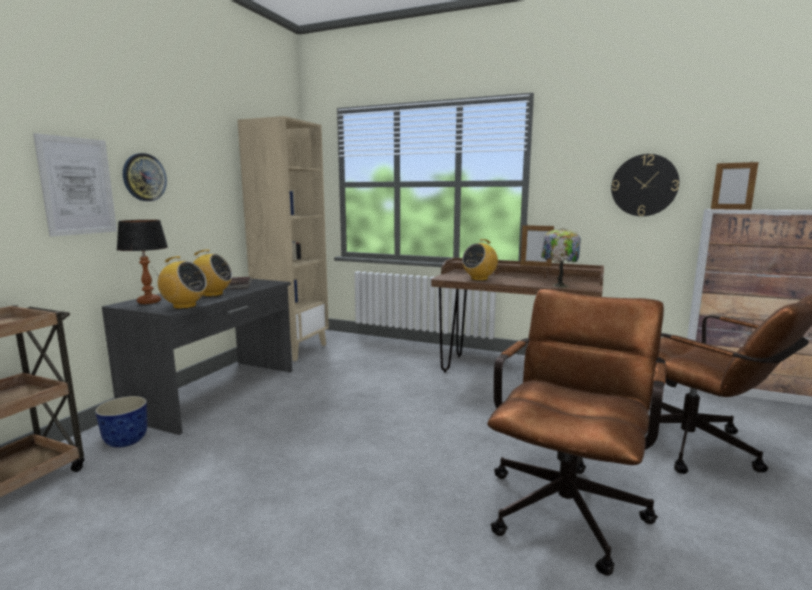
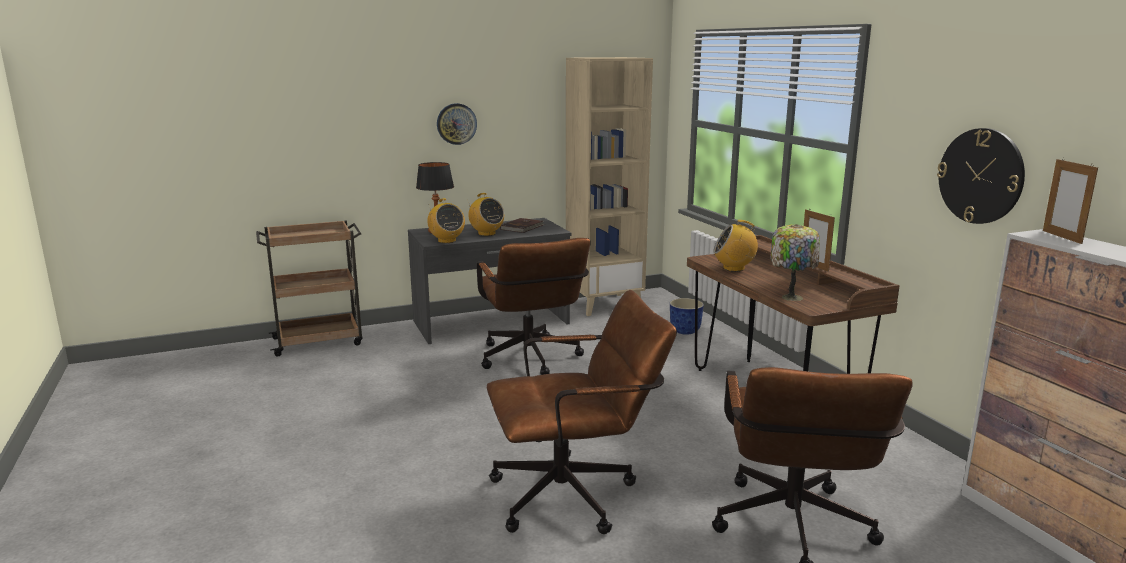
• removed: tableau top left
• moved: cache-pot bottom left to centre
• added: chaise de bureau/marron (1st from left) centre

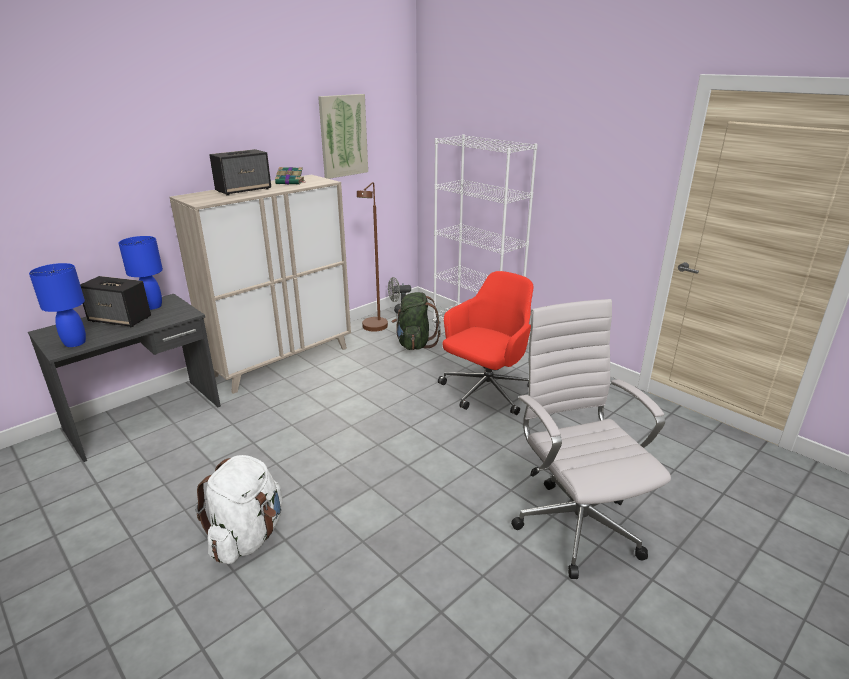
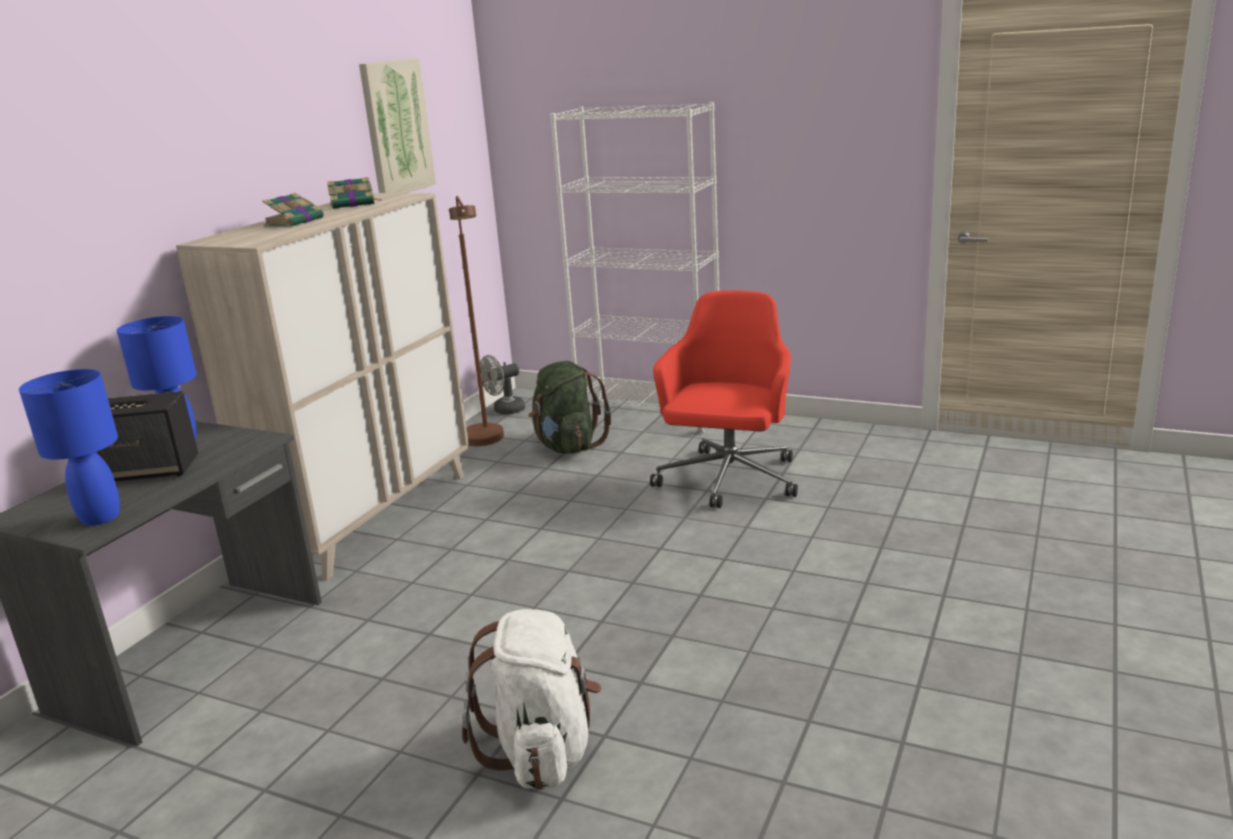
• replaced: enceinte (2nd from left) top left to livre (1st from left) top left
• removed: chaise de bureau/blanc middle right

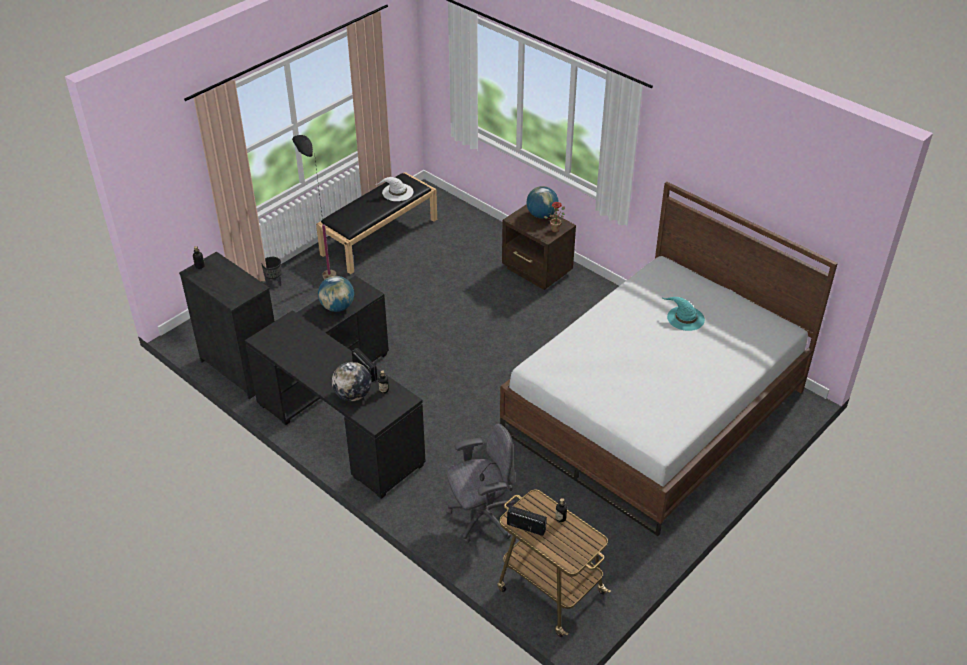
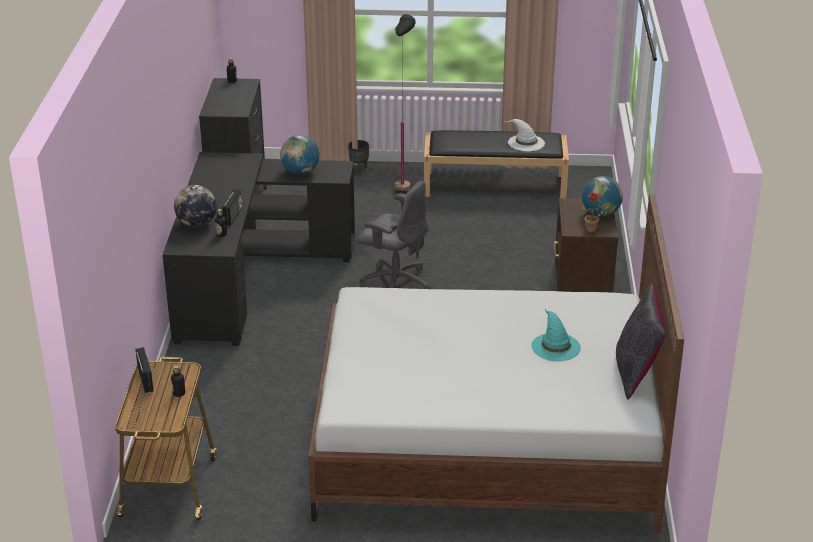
• moved: chaise de bureau/gris bottom centre to centre
• added: coussin/noir middle right

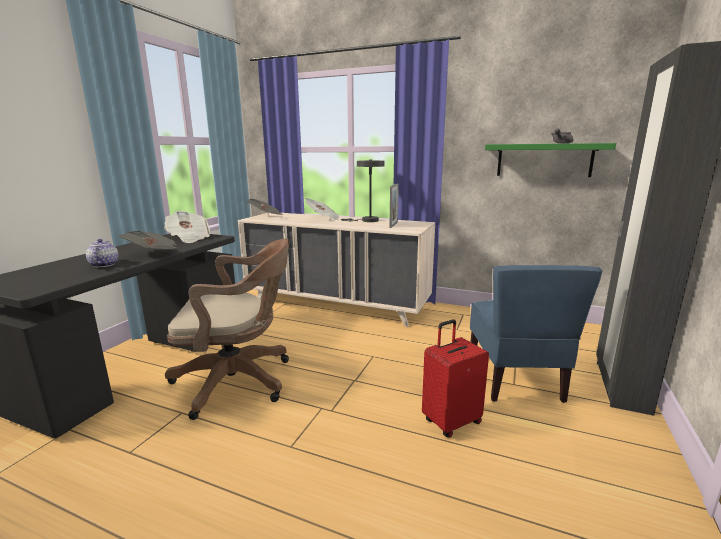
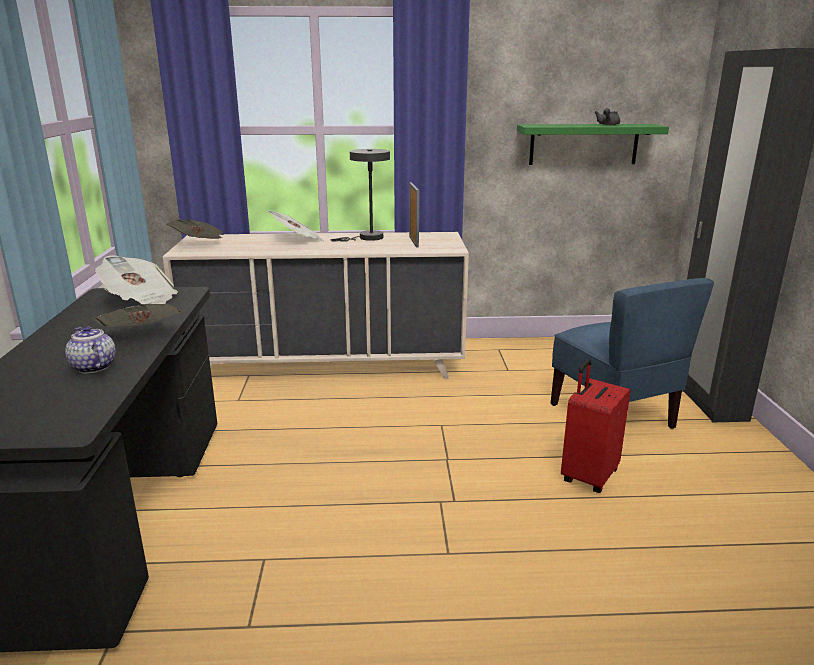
• removed: chaise de bureau/marron middle left

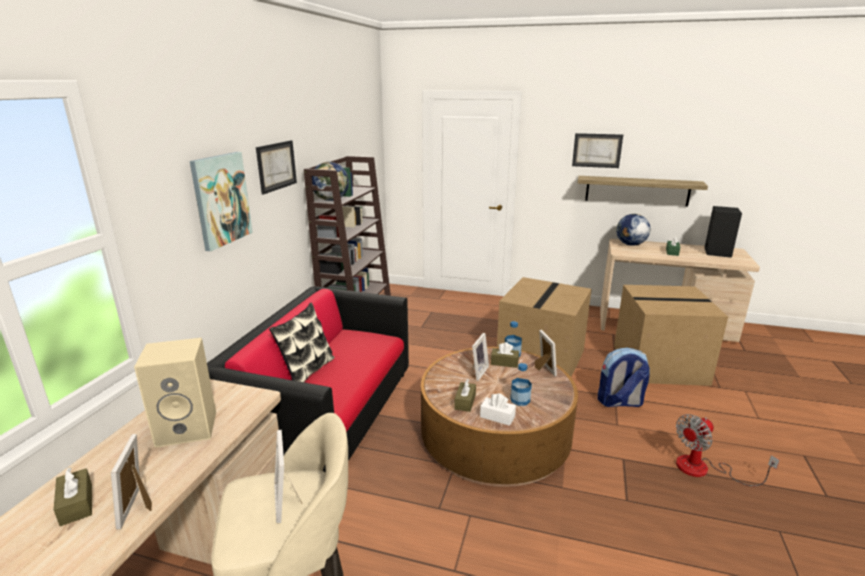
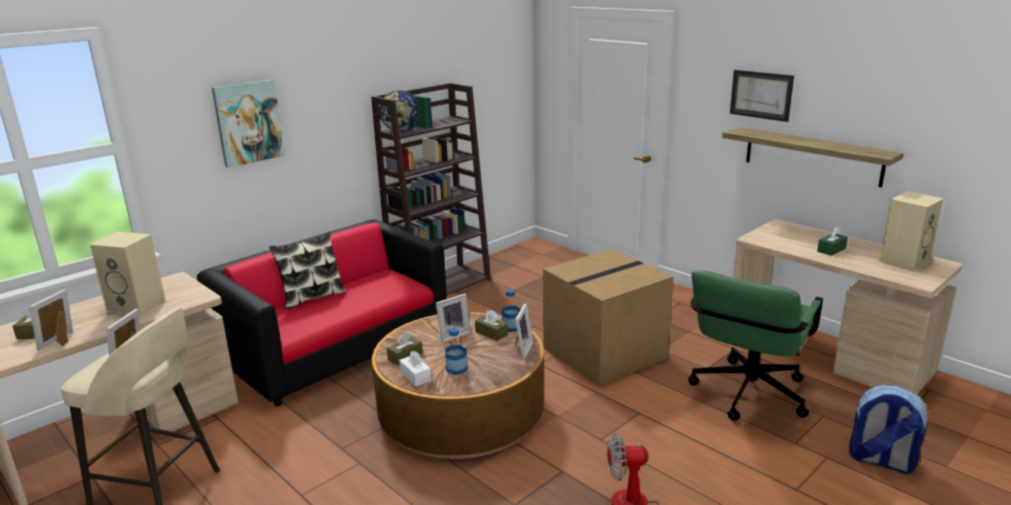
• removed: tableau (2nd from left) top left
• moved: sac à dos middle right to bottom right
• replaced: carton (2nd from left) middle right to chaise de bureau/vert bottom right
• removed: globe (2nd from left) middle right
• recoloured: enceinte/noir middle right to enceinte/beige (2nd from left) middle right

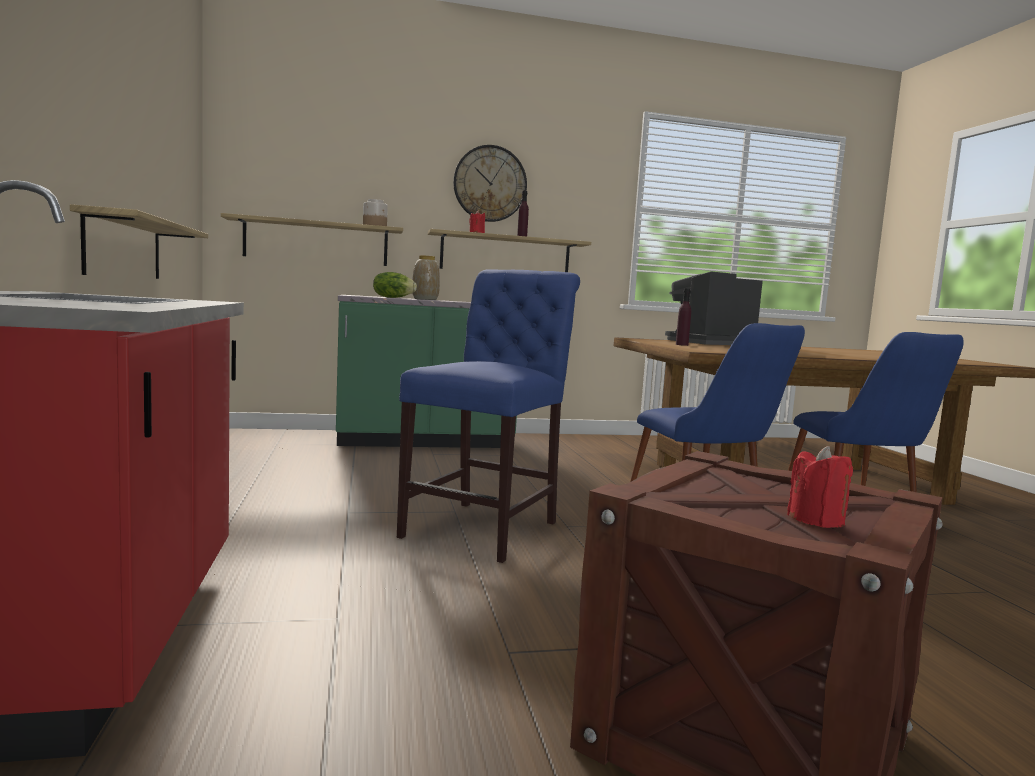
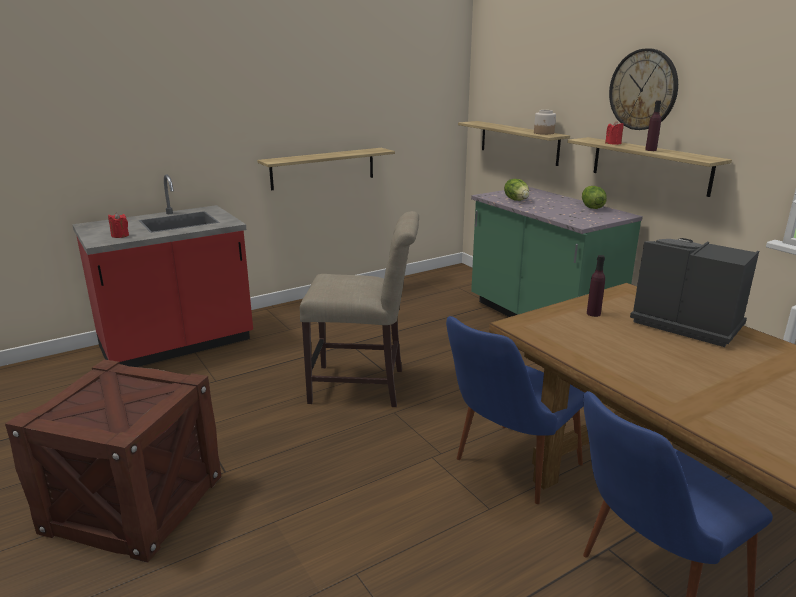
• recoloured: chaise/bleu (1st from left) centre to chaise/beige centre
• removed: vase centre
• moved: bougie/rouge (2nd from left in the first image) middle right to bougie/rouge (1st from left) middle left
• added: laitue (2nd from left) top right

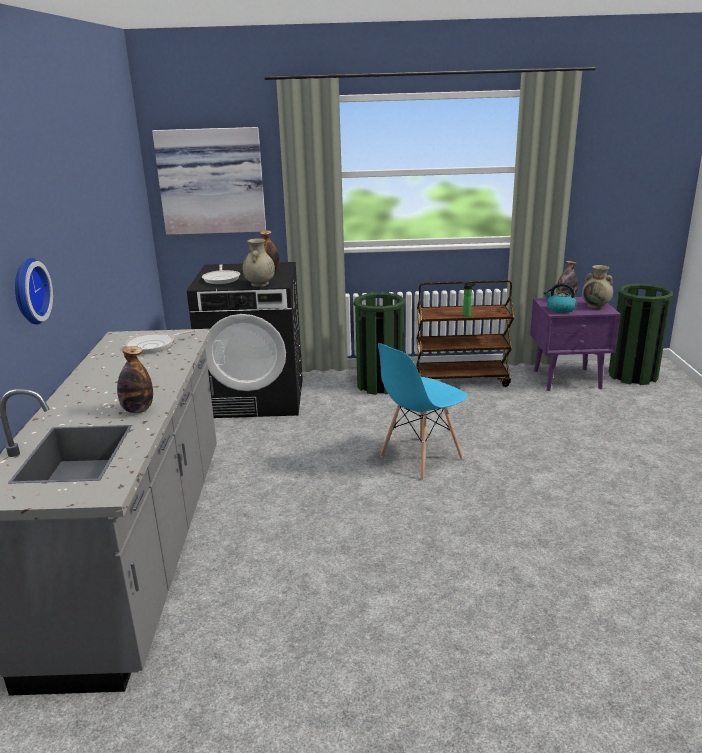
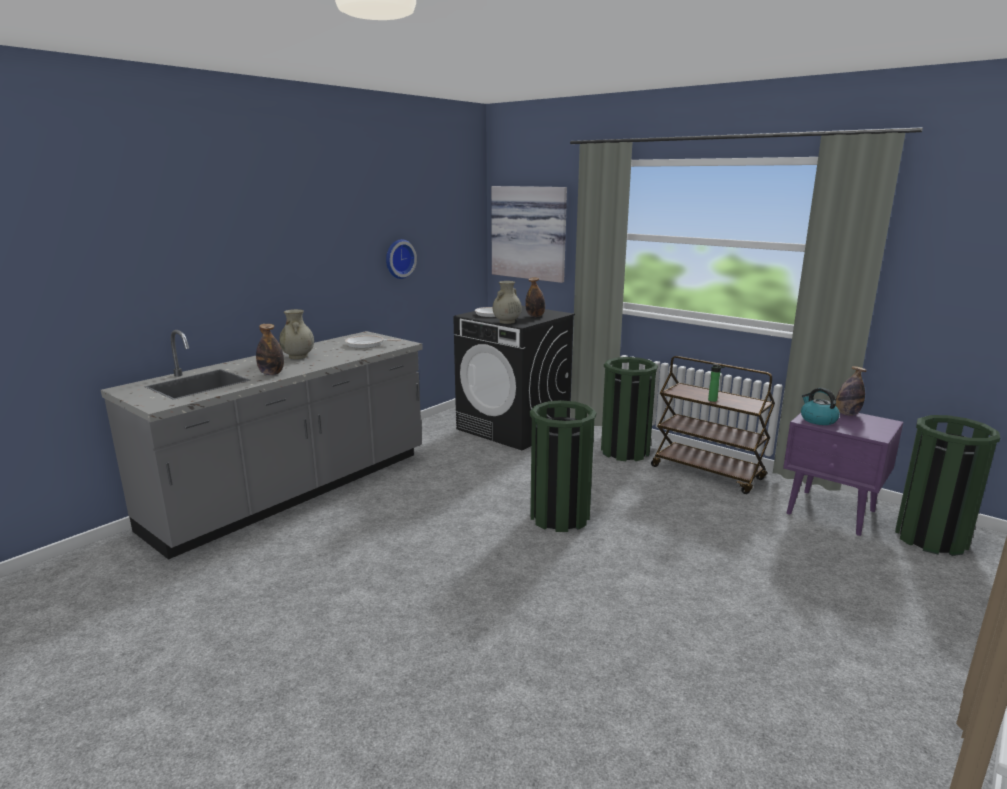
• moved: horloge murale middle left to top centre
• replaced: chaise/bleu centre to poubelle/vert (1st from left) centre
• moved: vase/beige (2nd from left in the first image) middle right to vase/beige (1st from left) middle left

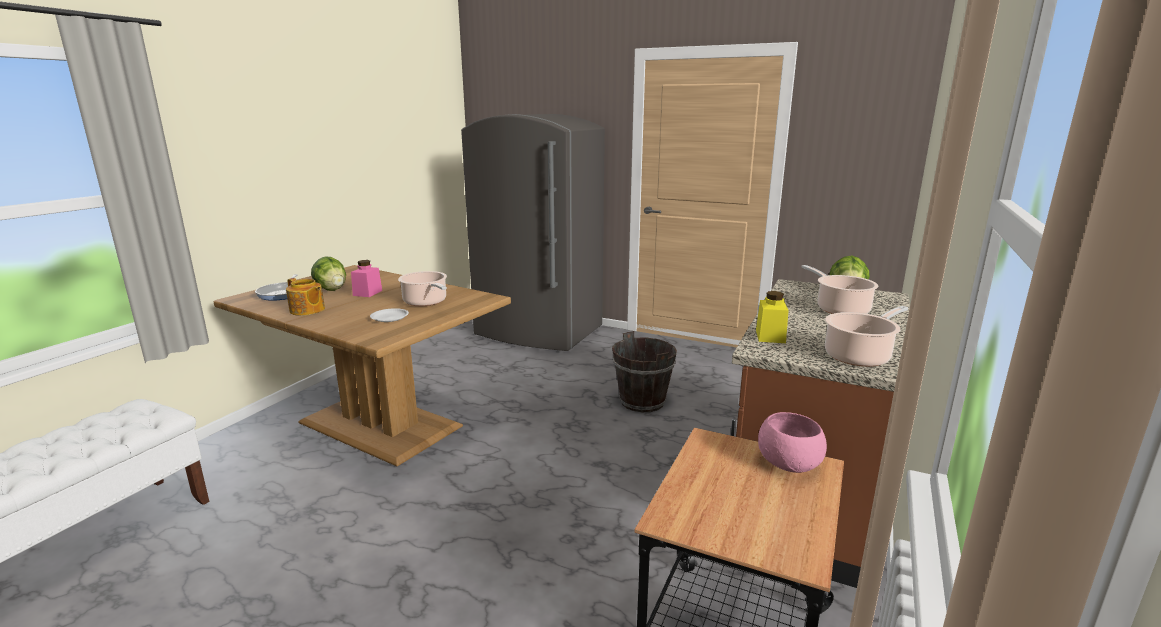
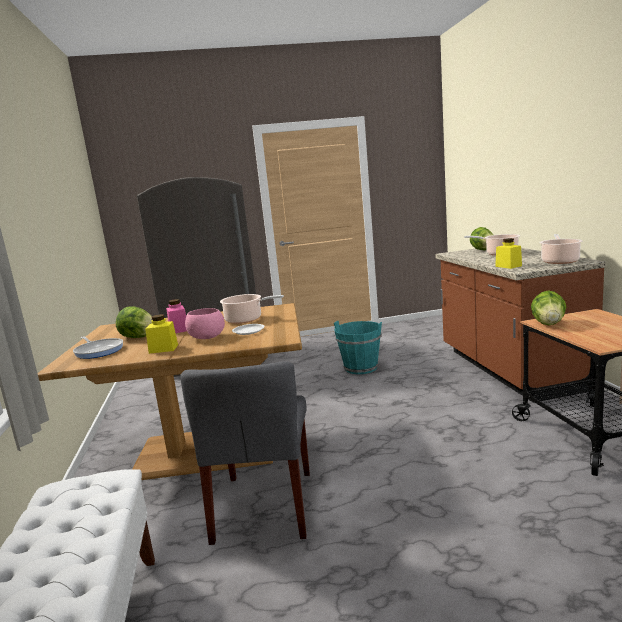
• replaced: théière middle left to bocal/jaune (1st from left) middle left
• recoloured: seau/marron centre to seau/turquoise centre
• moved: bol/rose bottom right to middle left
• added: chaise/gris bottom centre
• added: laitue (3rd from left) middle right

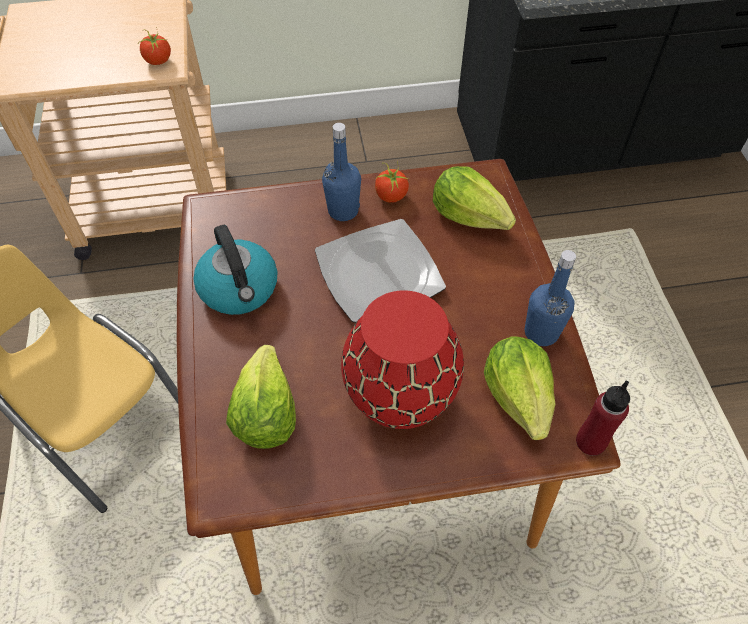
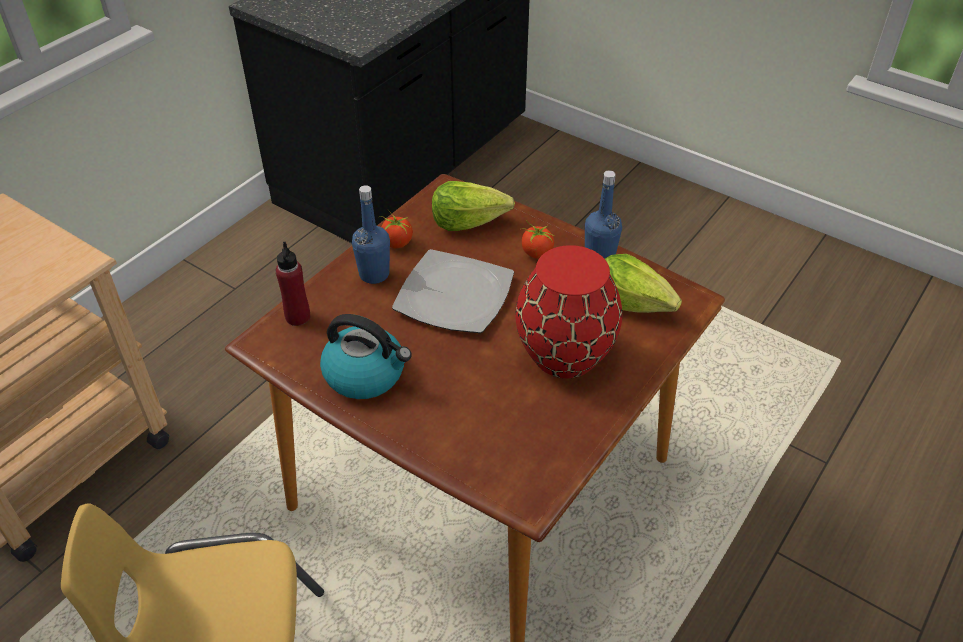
• moved: tomate (1st from left in the first image) top left to tomate (2nd from left) centre
• removed: laitue (1st from left) centre
• moved: bouteille/rouge bottom right to middle left

